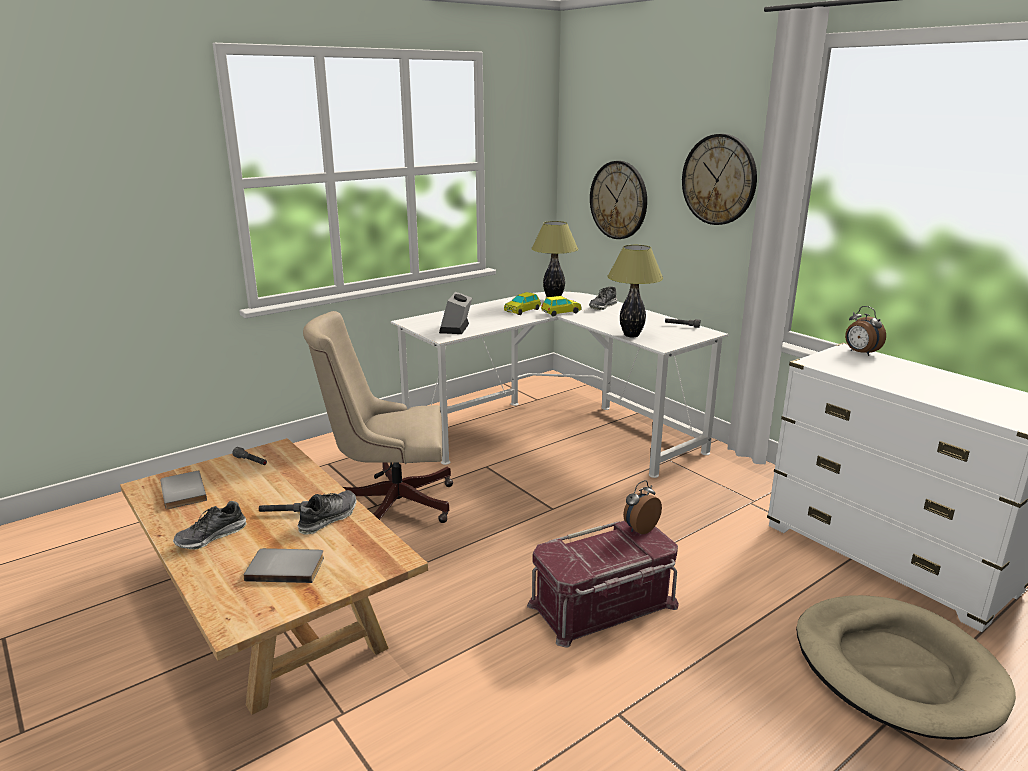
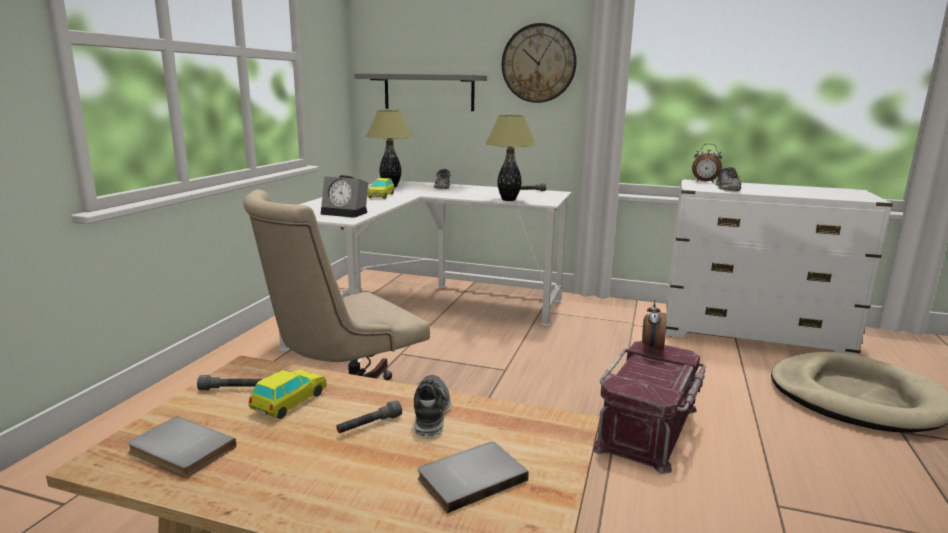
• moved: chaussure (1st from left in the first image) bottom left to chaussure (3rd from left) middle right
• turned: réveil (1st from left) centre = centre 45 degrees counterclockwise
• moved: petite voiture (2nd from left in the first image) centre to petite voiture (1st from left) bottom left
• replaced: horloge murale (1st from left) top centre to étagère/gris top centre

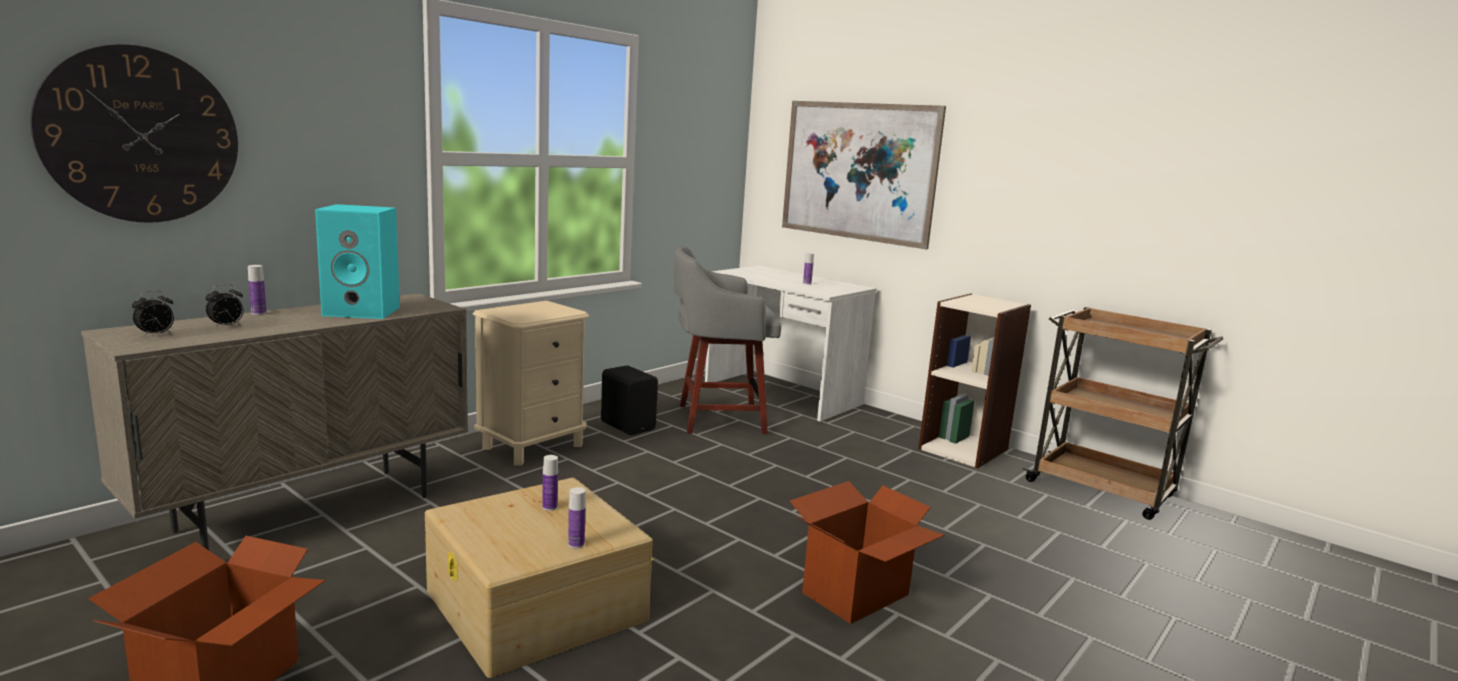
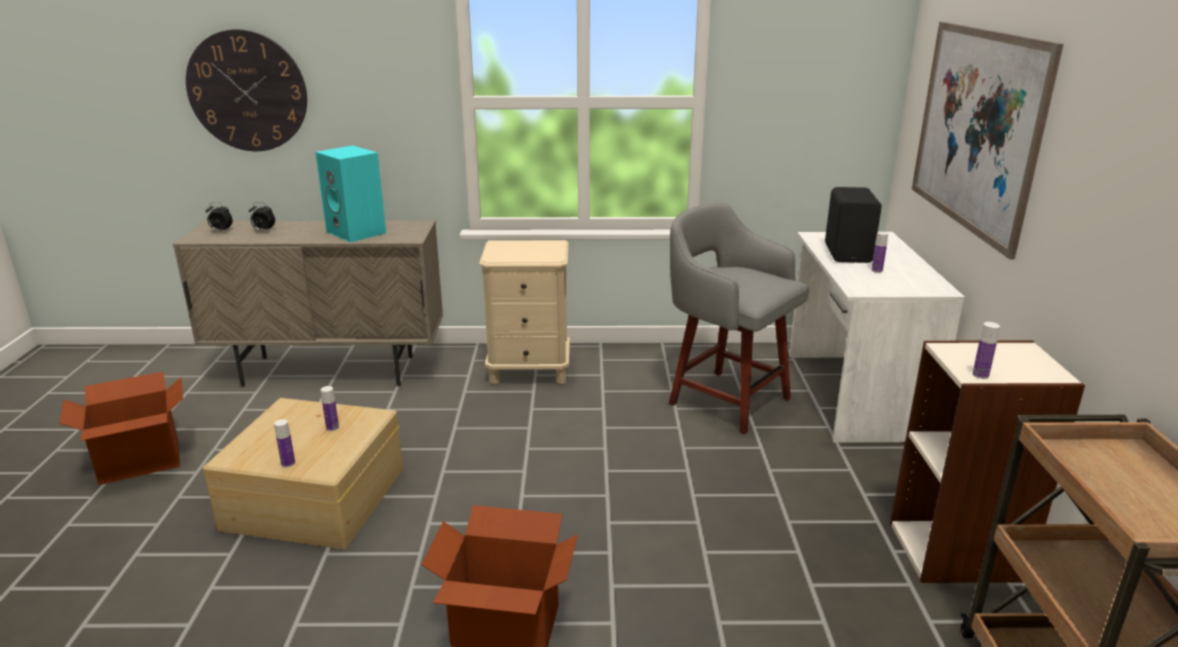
• moved: bouteille (1st from left in the first image) middle left to bouteille (4th from left) middle right
• moved: enceinte/noir centre to middle right

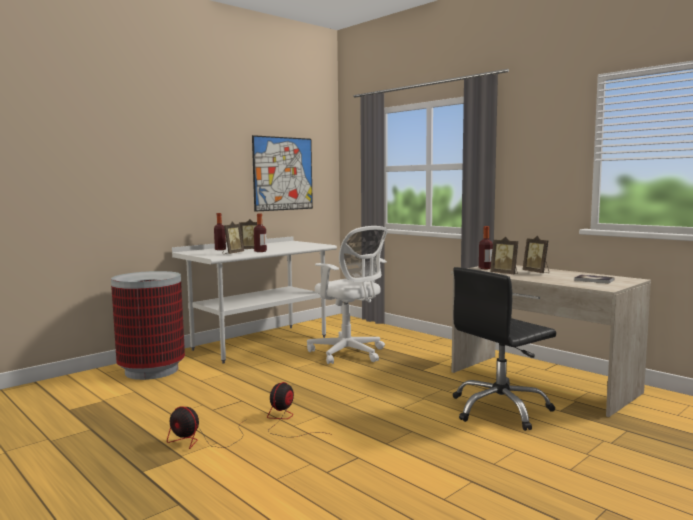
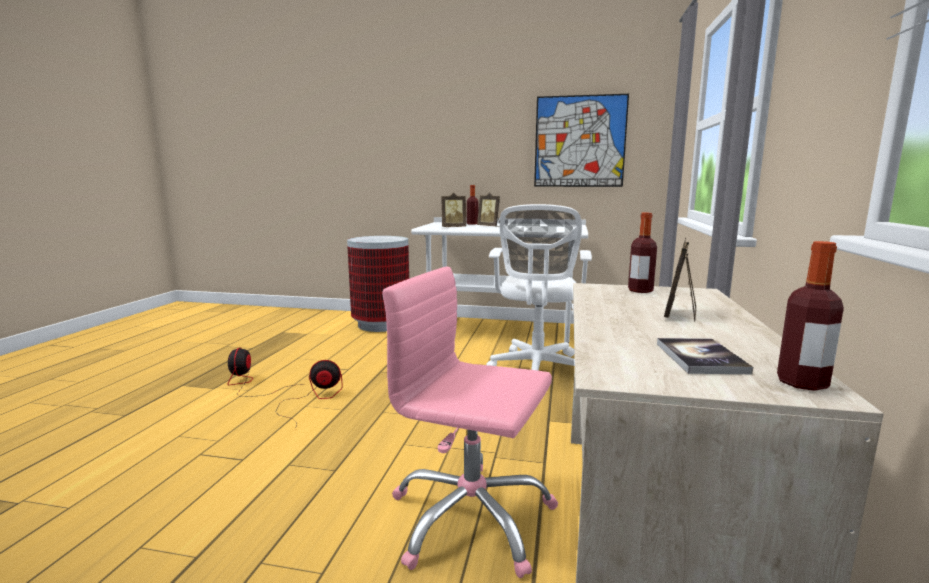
• moved: bouteille (2nd from left in the first image) centre to bouteille (3rd from left) middle right
• recoloured: chaise de bureau/noir bottom right to chaise de bureau/rose bottom centre
• removed: cadre photo (3rd from left) middle right

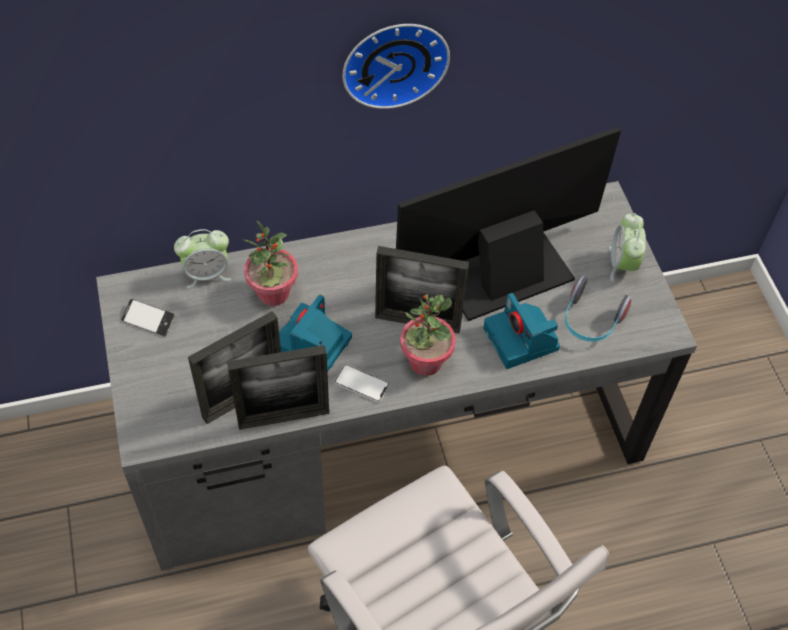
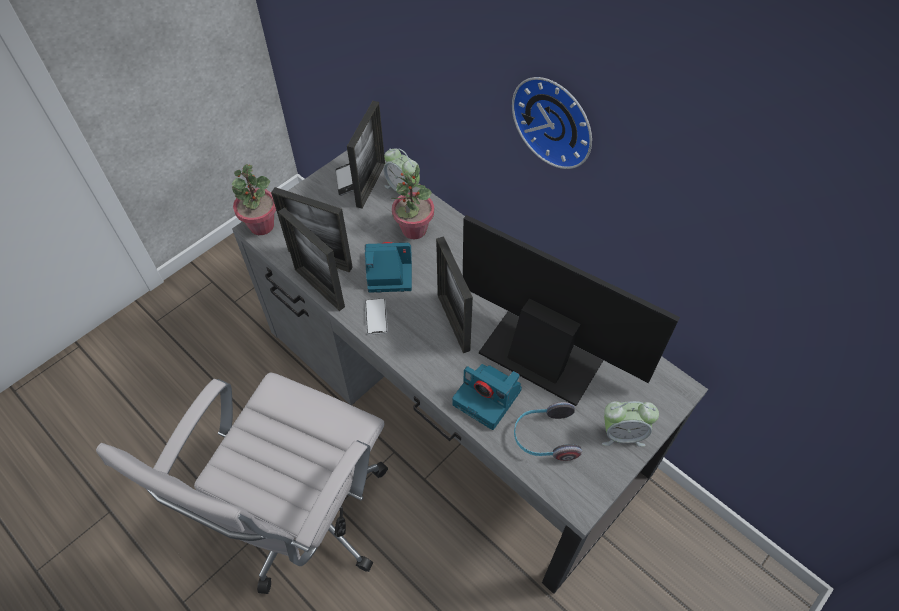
• moved: plante en pot (2nd from left in the first image) centre to plante en pot (1st from left) top left
• turned: appareil photo (2nd from left) centre = centre 90 degrees counterclockwise
• turned: réveil (2nd from left) middle right = bottom right 150 degrees counterclockwise
• added: cadre photo (3rd from left) top centre

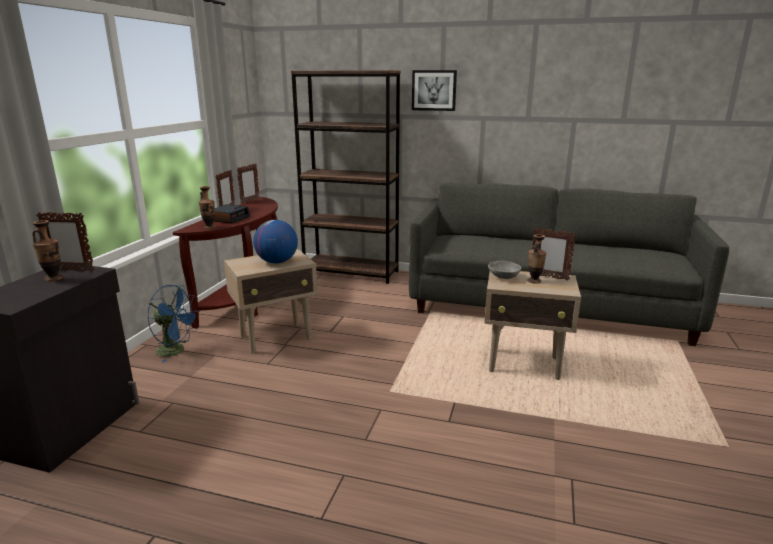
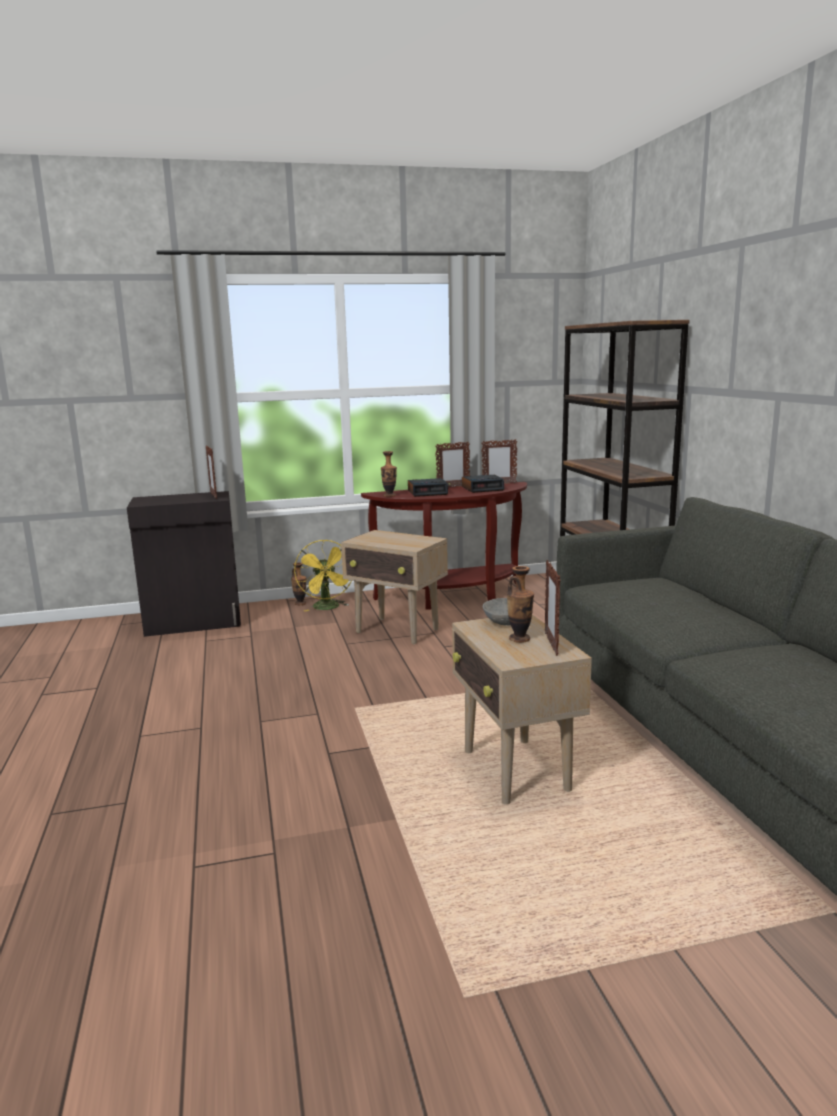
• moved: vase (1st from left) middle left to centre
• recoloured: ventilateur/bleu middle left to ventilateur/jaune centre
• removed: globe centre
• removed: tableau top centre
• added: réveil (2nd from left) centre

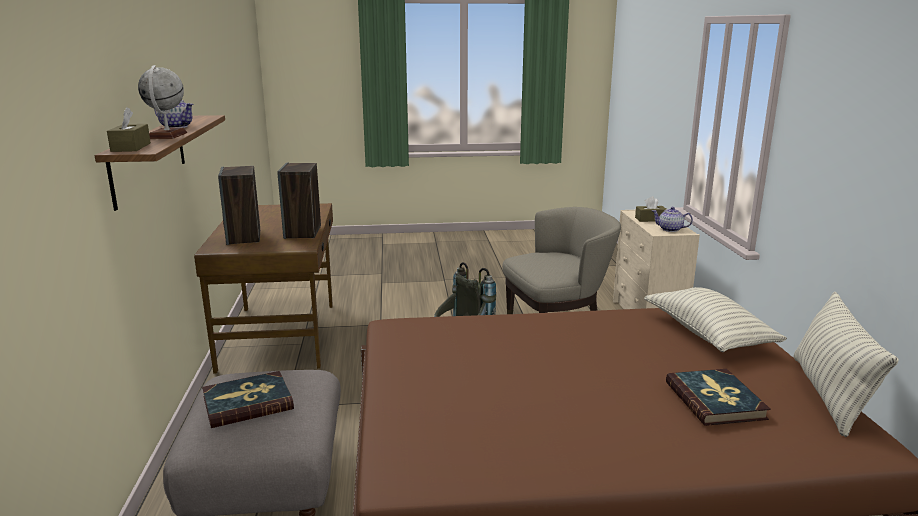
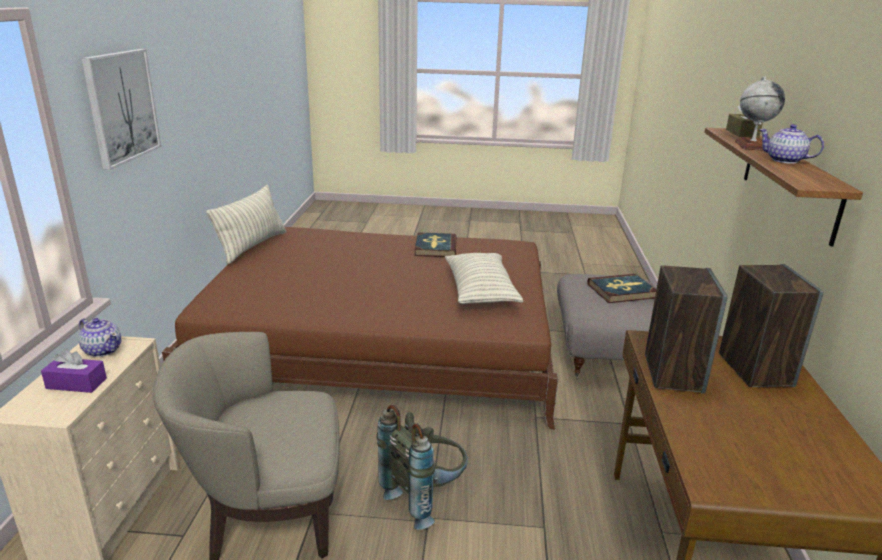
• recoloured: boîte à mouchoirs/marron (2nd from left) middle right to boîte à mouchoirs/violet middle left
• moved: coussin (1st from left in the first image) middle right to coussin (2nd from left) centre
• moved: livre (2nd from left in the first image) bottom right to livre (1st from left) centre
• added: tableau top left

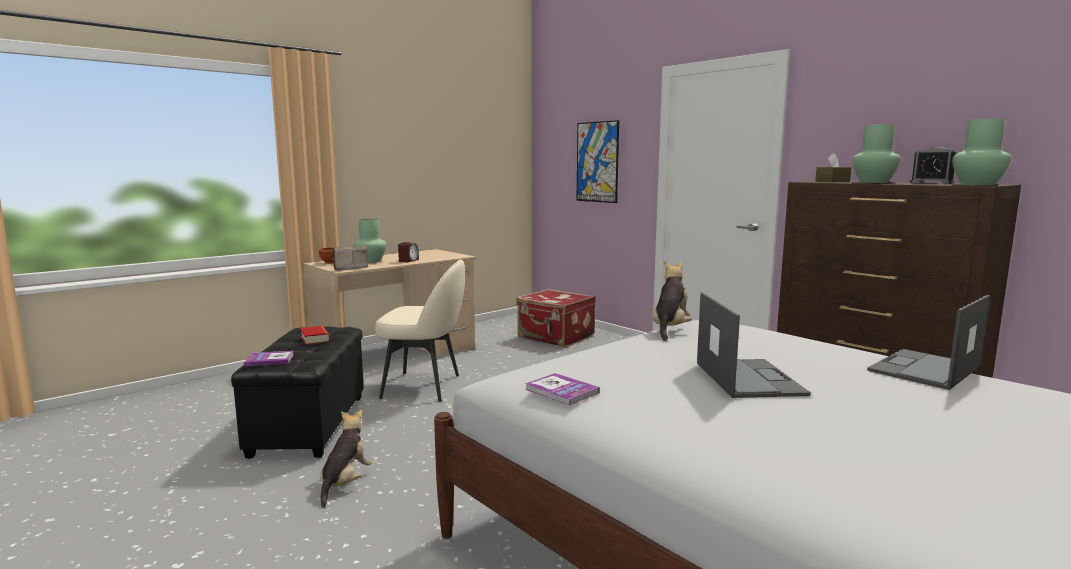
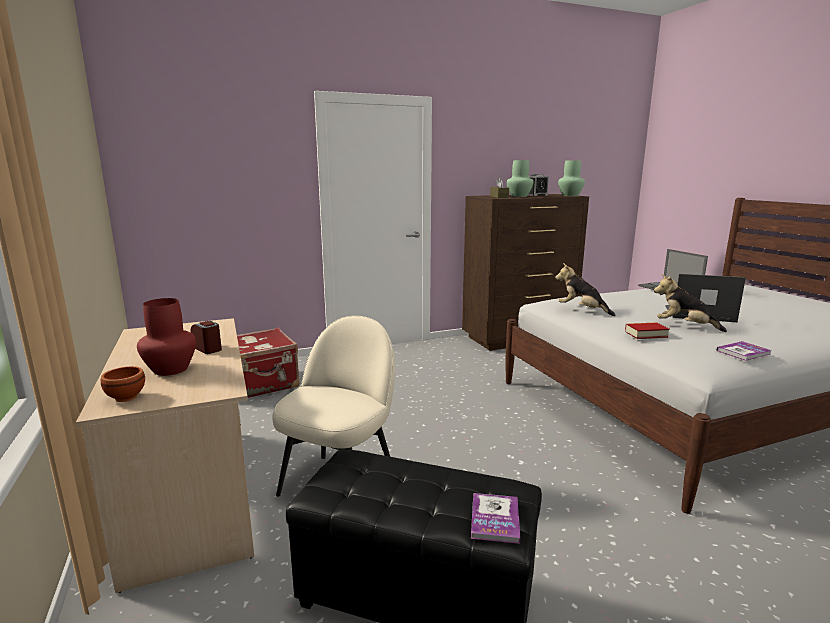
• moved: livre (2nd from left) middle left to middle right
• moved: peluche (1st from left in the first image) bottom left to peluche (2nd from left) middle right
• removed: radio middle left
• recoloured: vase/vert (1st from left) centre to vase/rouge middle left
• removed: tableau top centre

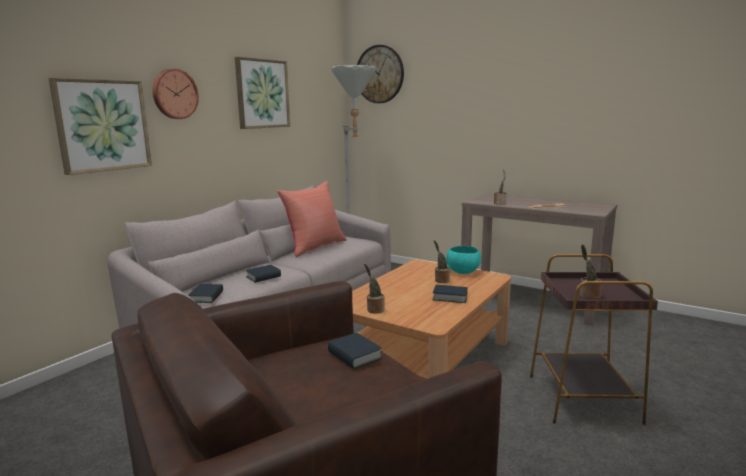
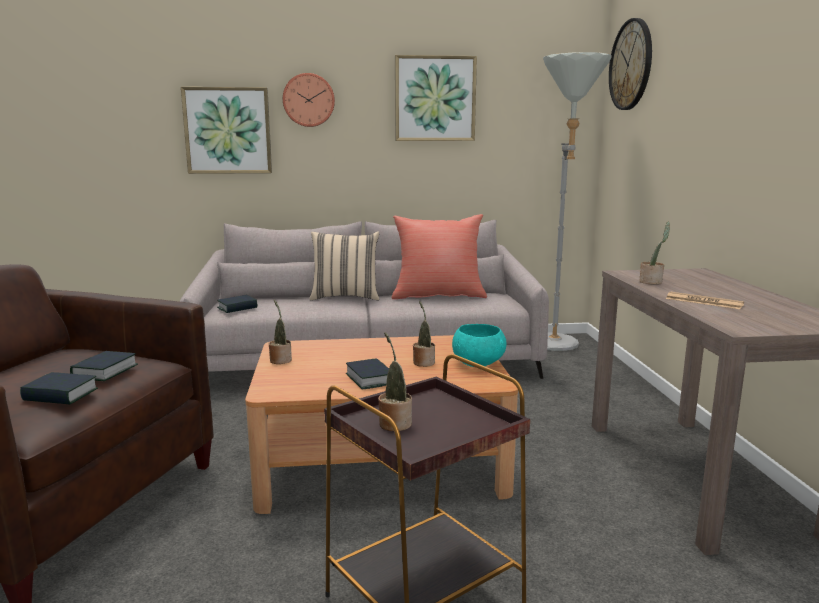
• moved: livre (2nd from left in the first image) centre to livre (1st from left) middle left
• added: coussin/beige centre

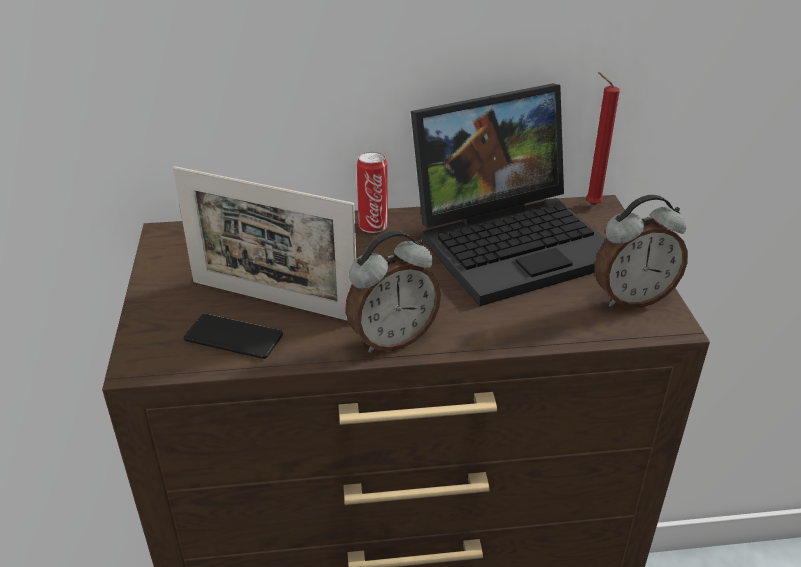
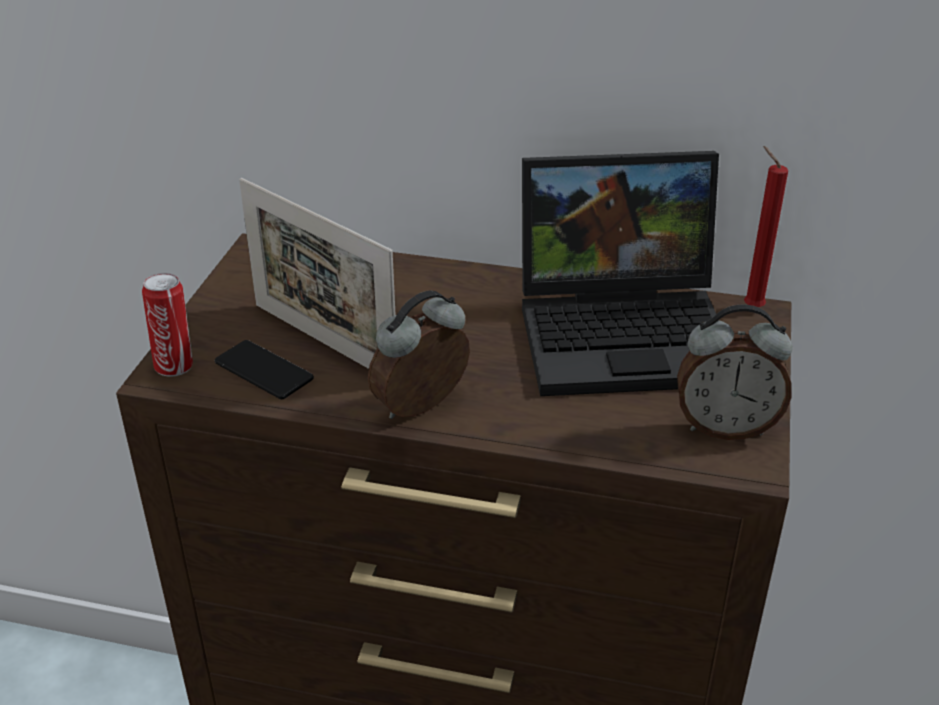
• turned: réveil (1st from left) centre = centre 150 degrees clockwise
• moved: boîte métallique centre to middle left

